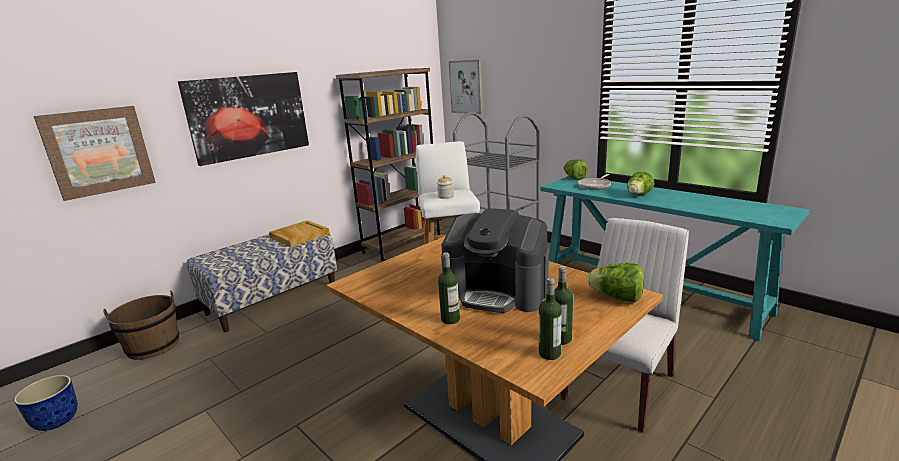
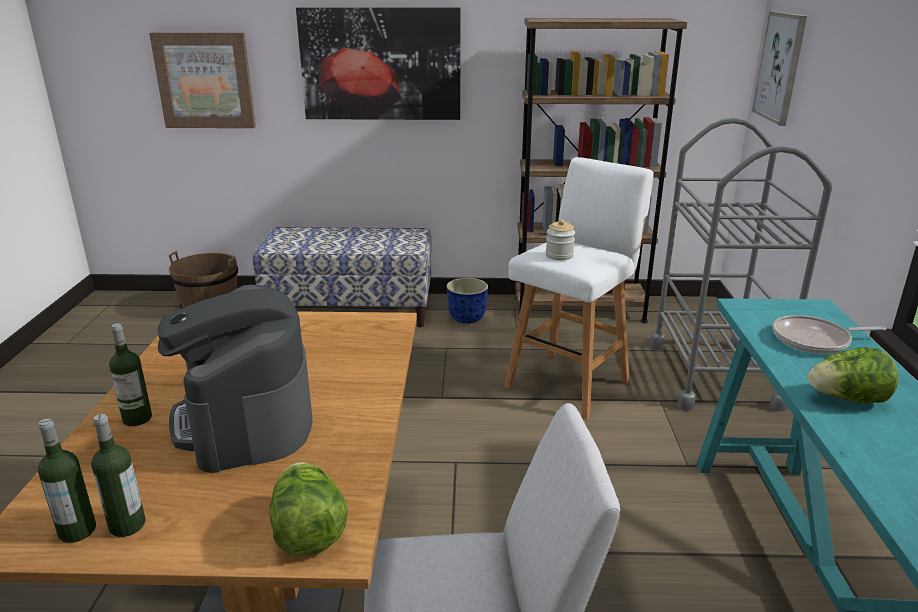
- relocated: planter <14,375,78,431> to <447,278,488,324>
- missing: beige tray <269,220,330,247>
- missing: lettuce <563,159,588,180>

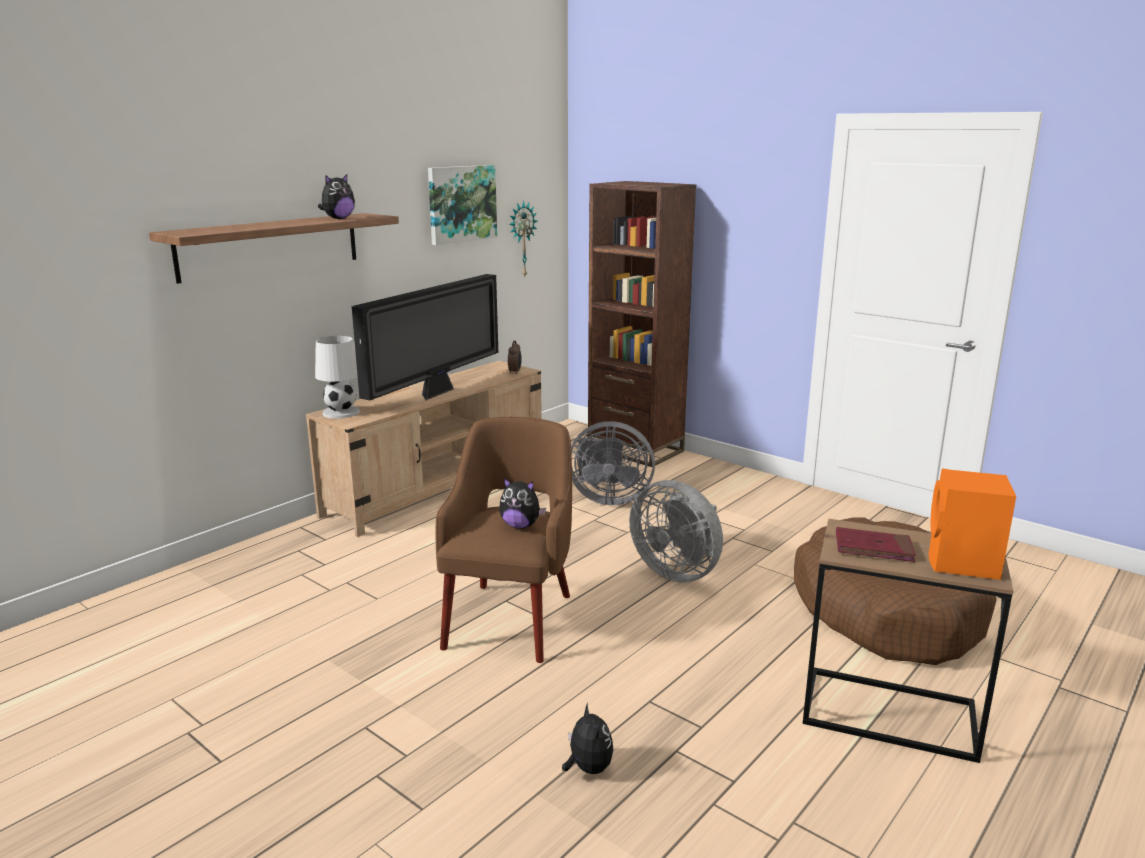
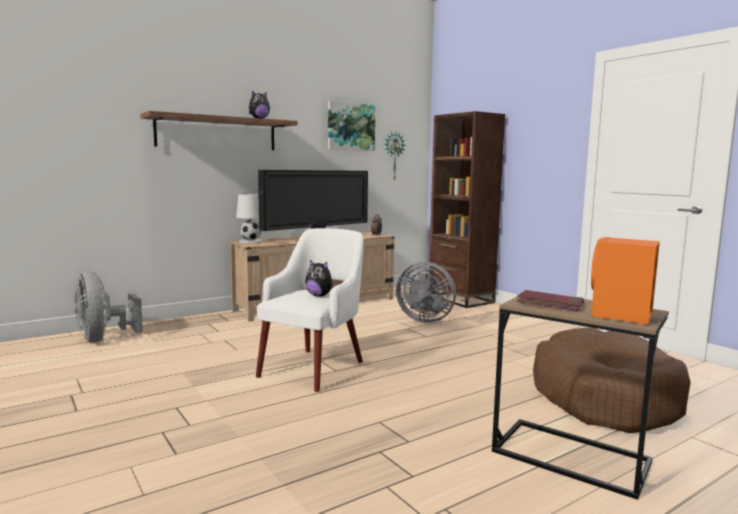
- colour: brown armchair <435,417,572,663> to white armchair <256,228,364,392>
- missing: plush toy <562,702,614,774>
- relocated: grey fan <629,480,723,583> to <74,271,143,342>

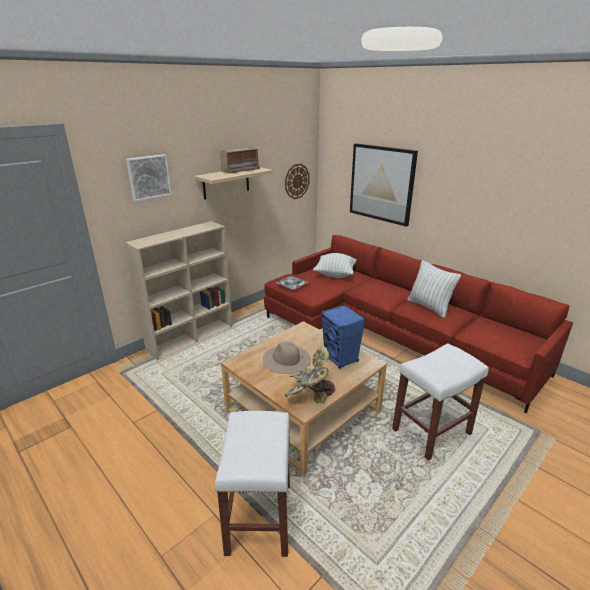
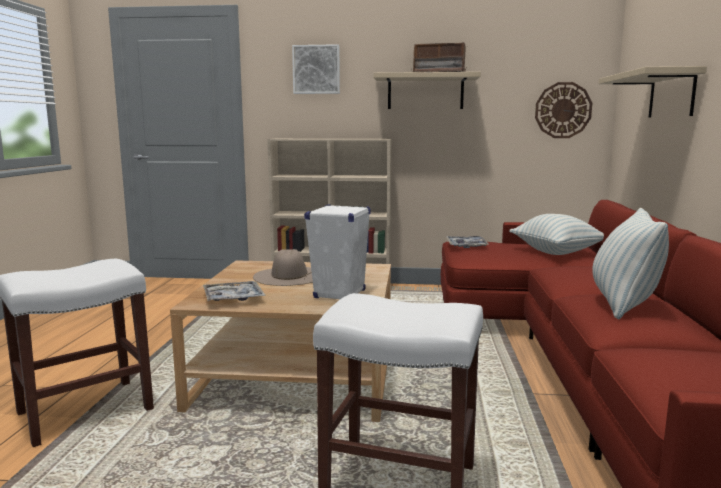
- exchanged: potted plant <285,347,335,403> to tray <203,281,266,301>
- colour: blue speaker <321,305,366,369> to white speaker <304,204,371,299>
- exchanged: picture <350,143,418,227> to beige shelf <599,66,707,117>

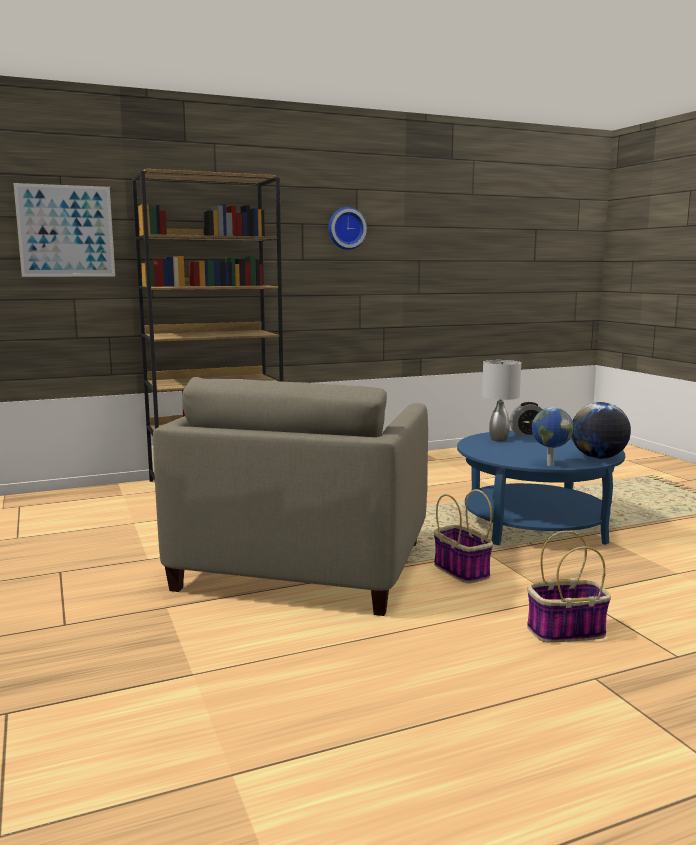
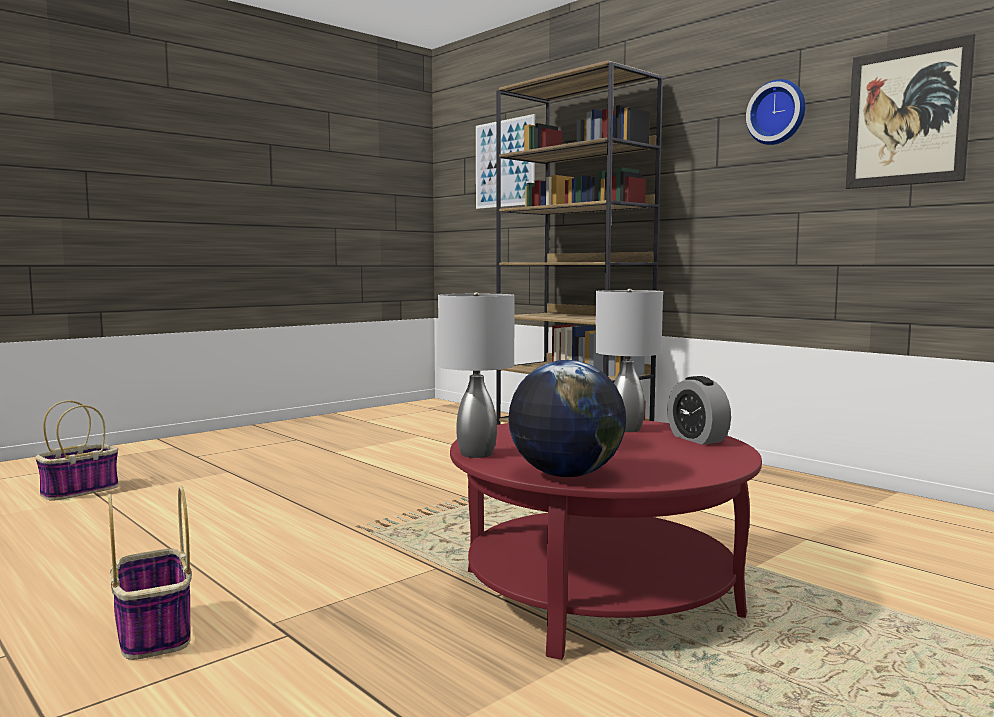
- missing: beige armchair <153,377,428,616>
- relocated: basket <434,489,493,583> to <35,400,119,501>
- colour: blue coffee table <457,430,625,545> to red coffee table <450,420,762,660>
- exchanged: globe <532,407,574,466> to grey table lamp <438,292,514,458>
- appeared: picture <846,34,975,189>

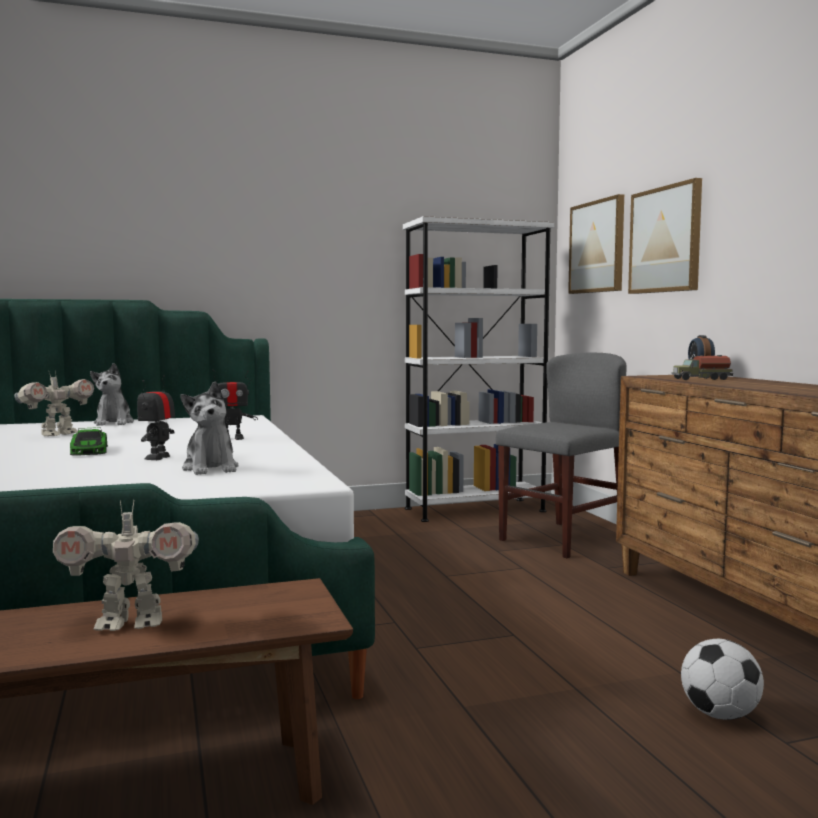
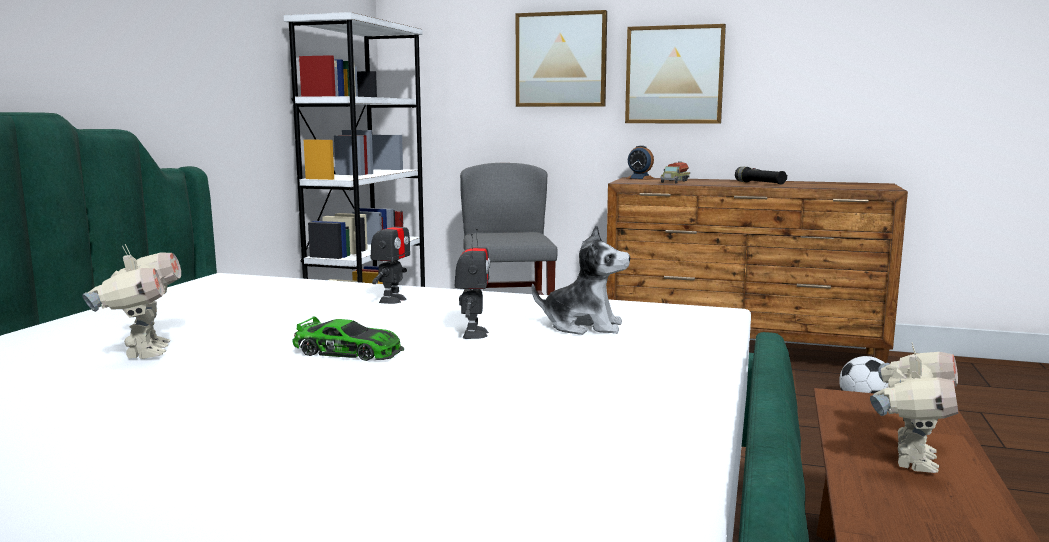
- missing: plush toy <90,363,134,426>
- spun: toy robot <137,375,175,460> = <454,228,490,339> 135 degrees counterclockwise
- relocated: picture <568,194,624,294> to <625,24,726,124>
- appeared: black flashlight <735,167,787,184>

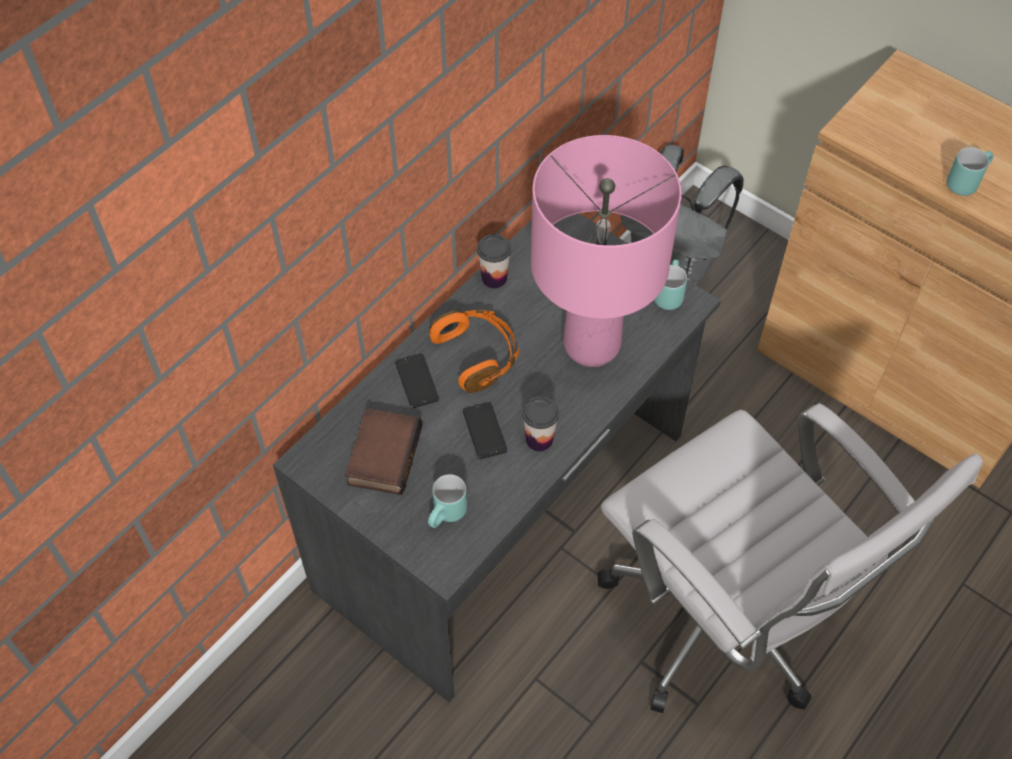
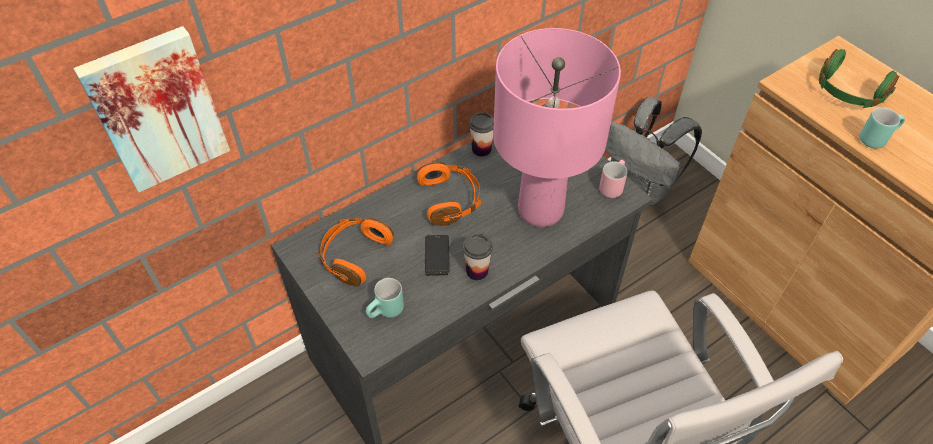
- exchanged: book <345,408,423,495> to orange headphones <317,218,393,287>
- missing: phone <395,354,439,408>
- colour: turquoise mug <654,260,687,310> to pink mug <599,160,628,198>
- appeared: picture <73,26,230,192>
- appeared: green headphones <819,49,899,108>

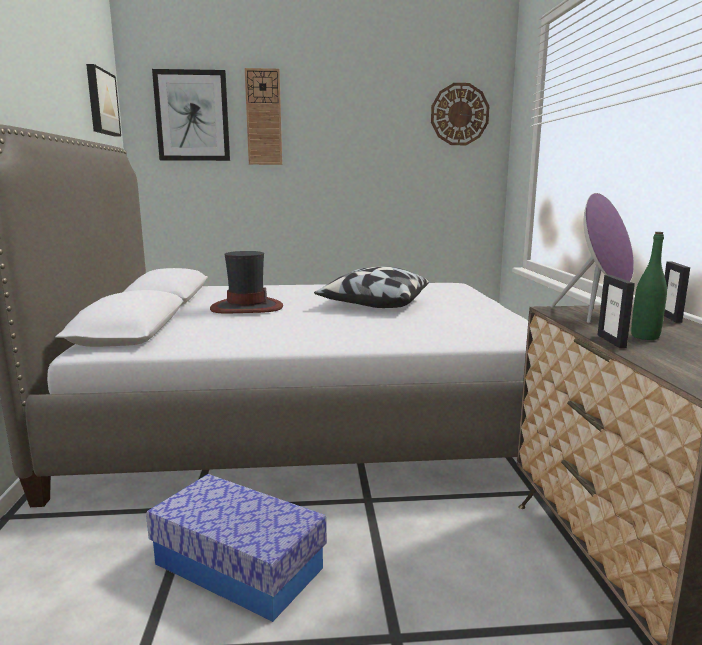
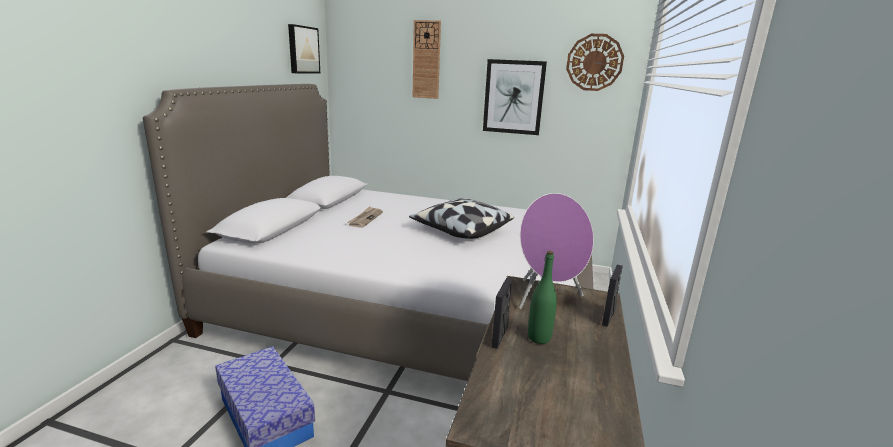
- relocated: picture <152,69,230,161> to <483,59,547,135>
- exchanged: hat <210,251,283,313> to newspaper <347,206,383,228>

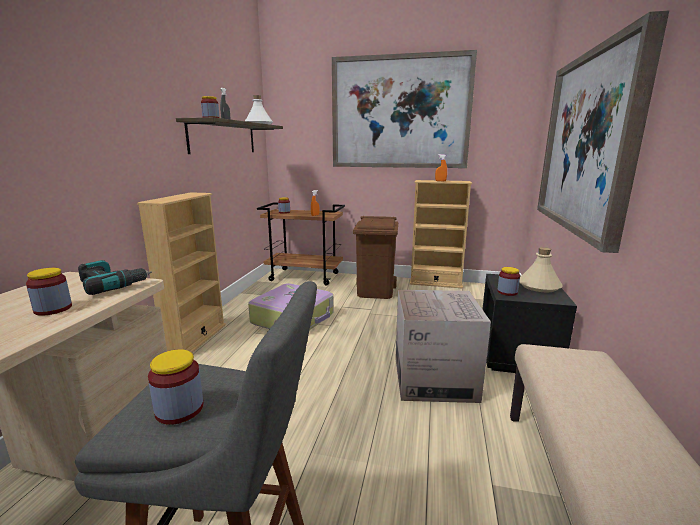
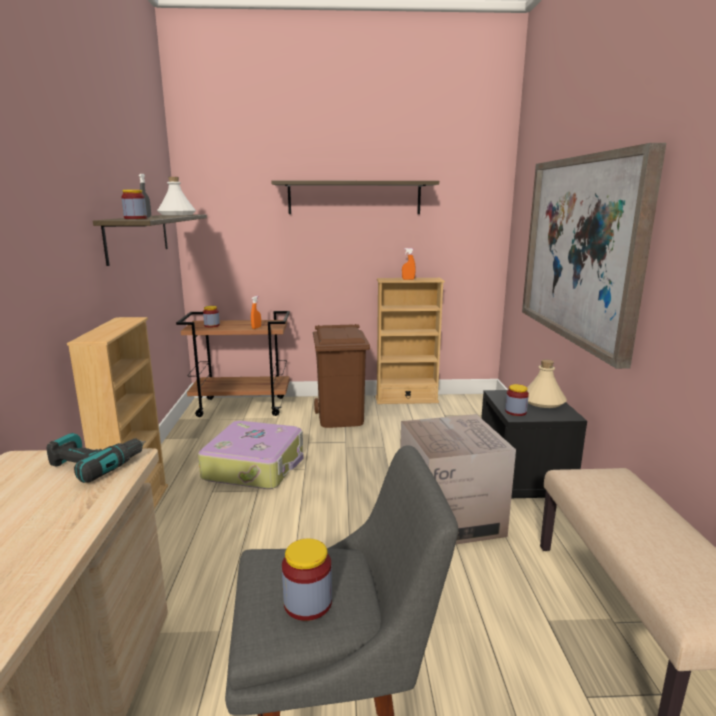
- missing: jar <26,268,72,316>
- exchanged: picture <332,50,477,168> to shelf <271,180,439,214>

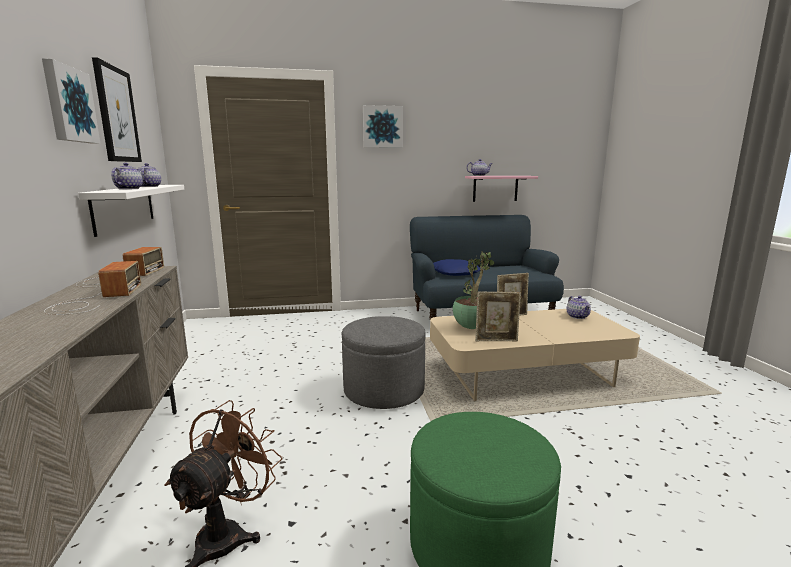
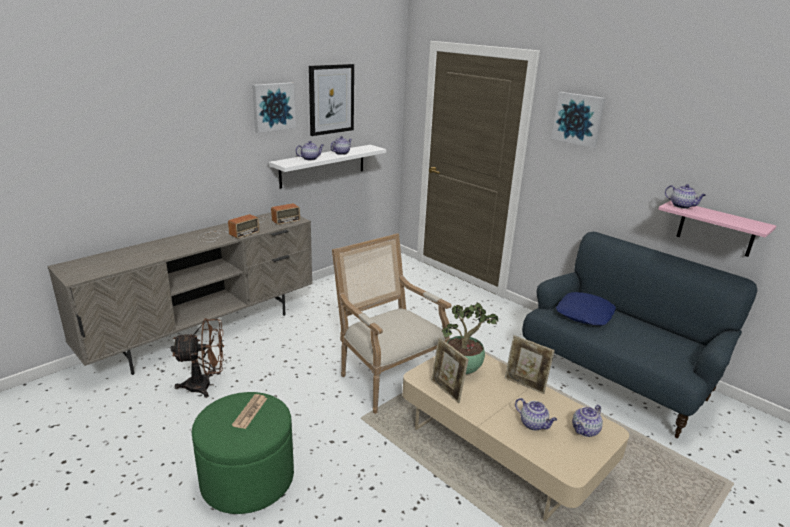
- exchanged: grey ottoman <342,316,426,409> to armchair <332,234,452,414>
- appeared: newspaper <232,394,267,429>
- appeared: teapot <515,398,557,431>

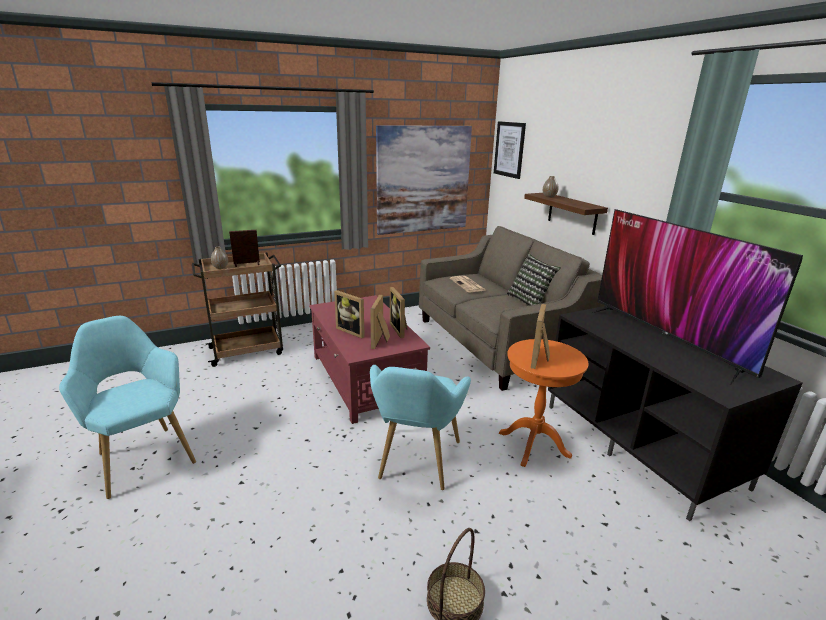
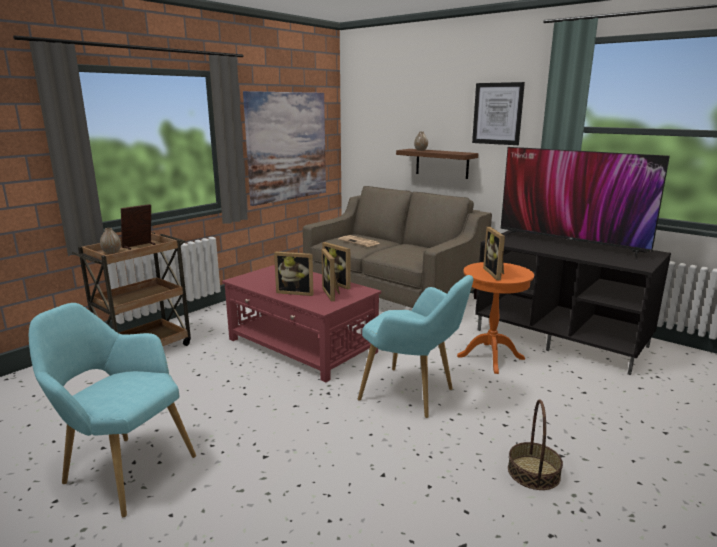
- spun: turquoise armchair <370,365,471,490> = <358,275,473,418> 45 degrees counterclockwise
- relocated: picture <494,121,526,179> to <472,82,525,145>
- missing: pillow <507,254,560,306>

